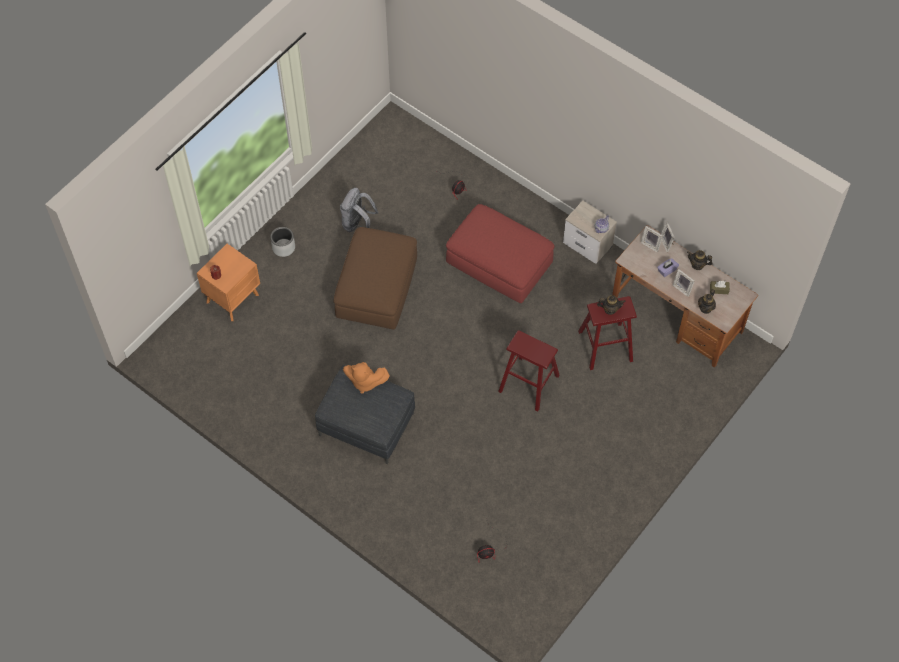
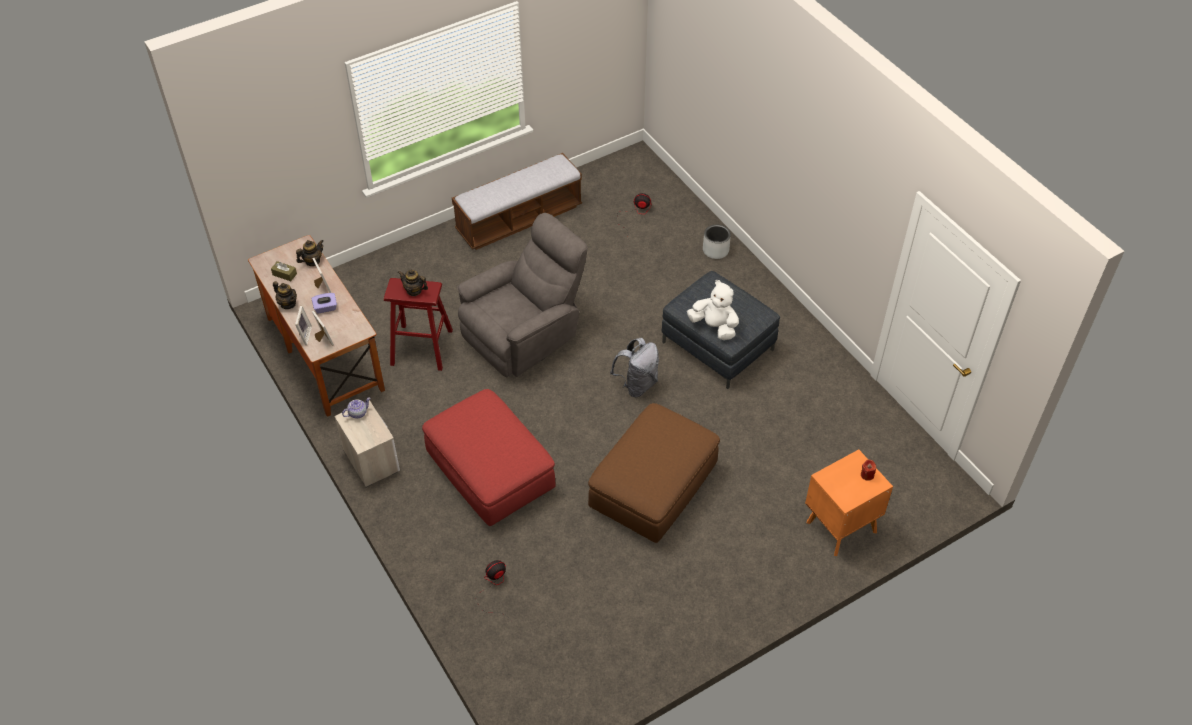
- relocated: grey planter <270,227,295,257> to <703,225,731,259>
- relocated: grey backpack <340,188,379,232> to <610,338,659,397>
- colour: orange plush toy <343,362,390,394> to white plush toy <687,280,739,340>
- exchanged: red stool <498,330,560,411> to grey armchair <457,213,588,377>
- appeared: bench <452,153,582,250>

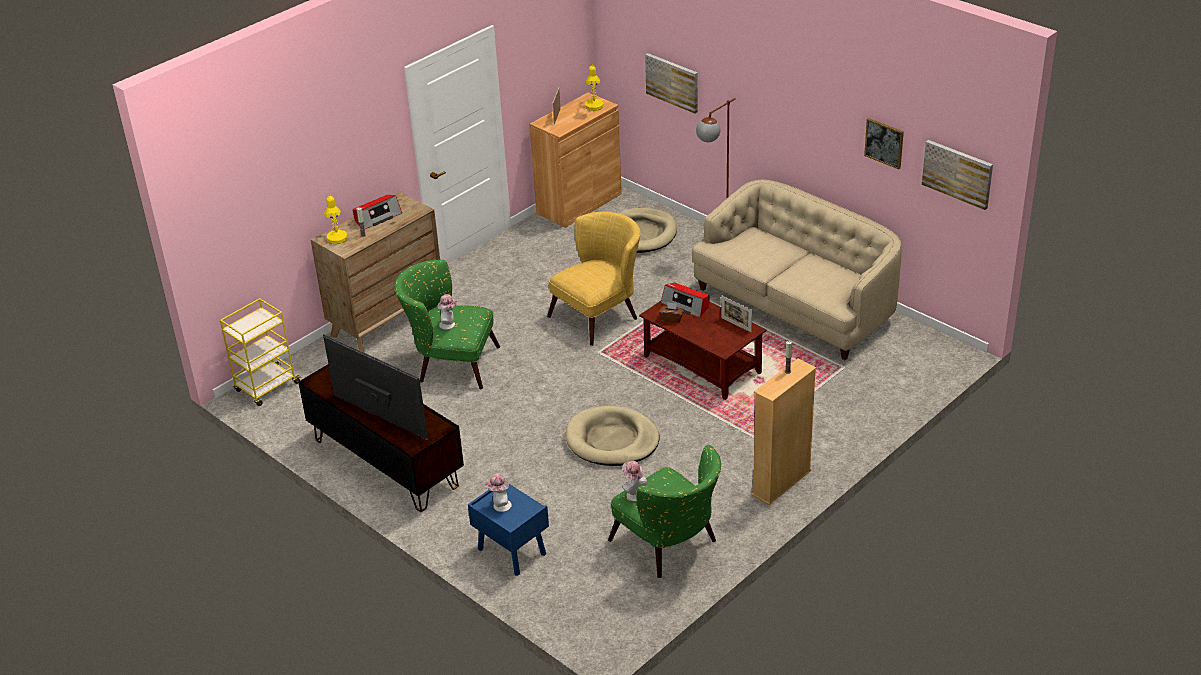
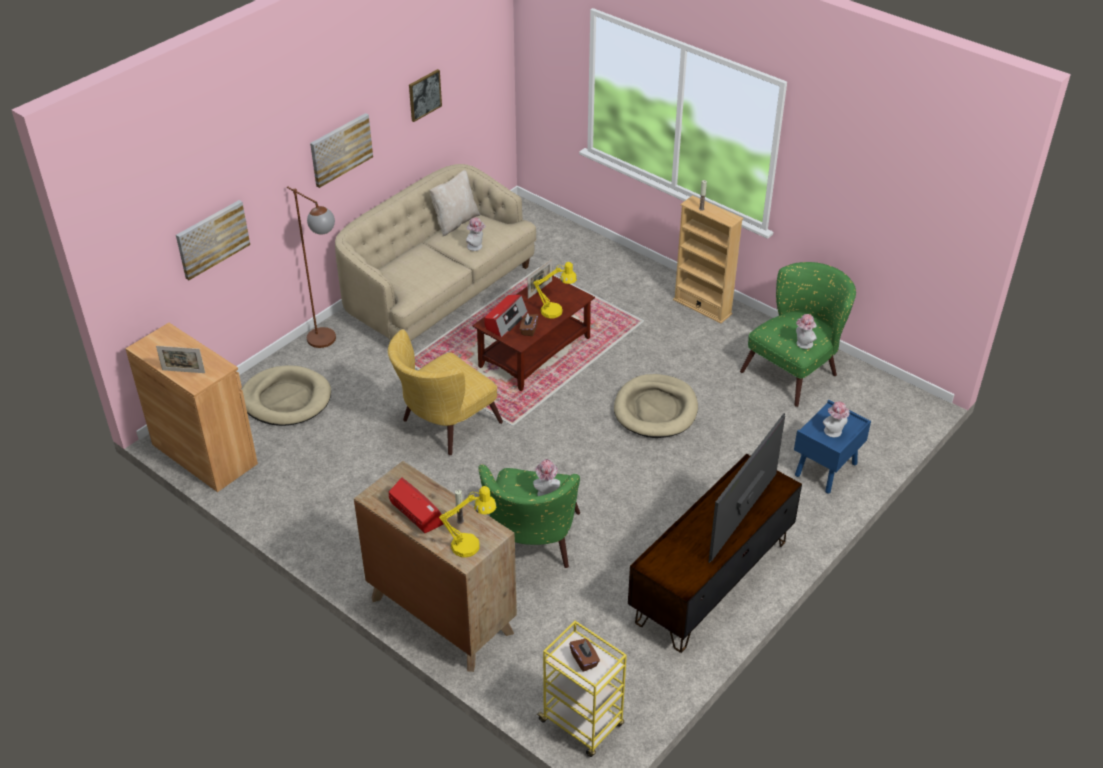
- spun: yellow armchair <547,212,640,346> = <388,329,503,455> 90 degrees counterclockwise
- relocated: yellow table lamp <585,64,604,111> to <533,262,577,318>
- relocated: picture <922,140,993,210> to <310,113,373,188>
- appeared: beige pillow <430,170,480,236>
- appeared: hat <466,217,486,251>
- appeared: brown tissue box <569,638,600,672>

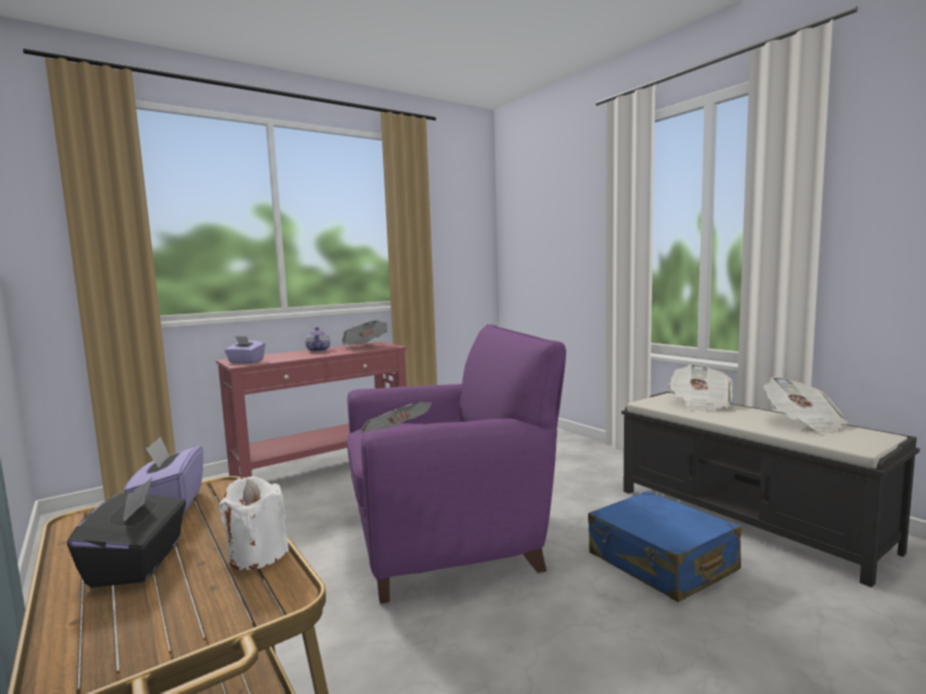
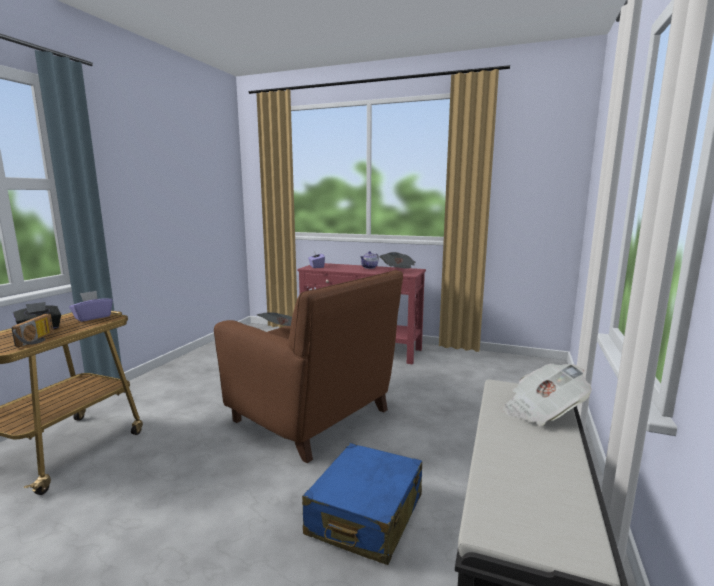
- exchanged: white candle <219,476,289,570> to radio <11,314,54,347>
- colour: purple armchair <347,324,566,604> to brown armchair <214,270,403,463>
- missing: newspaper <763,376,848,435>

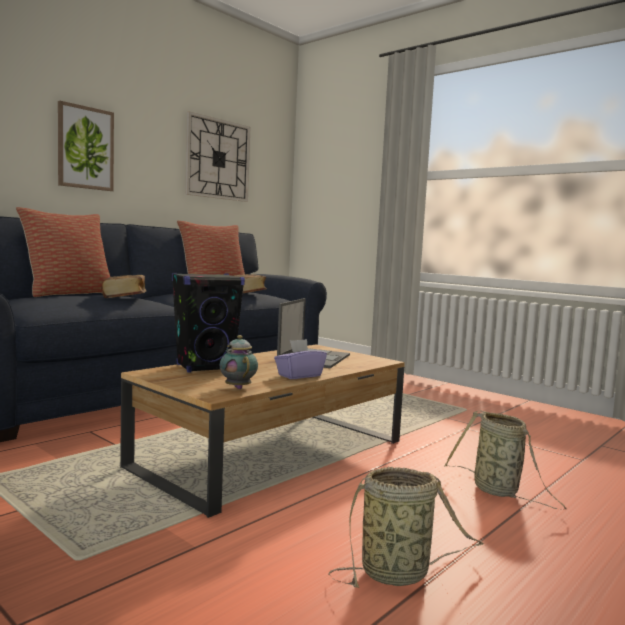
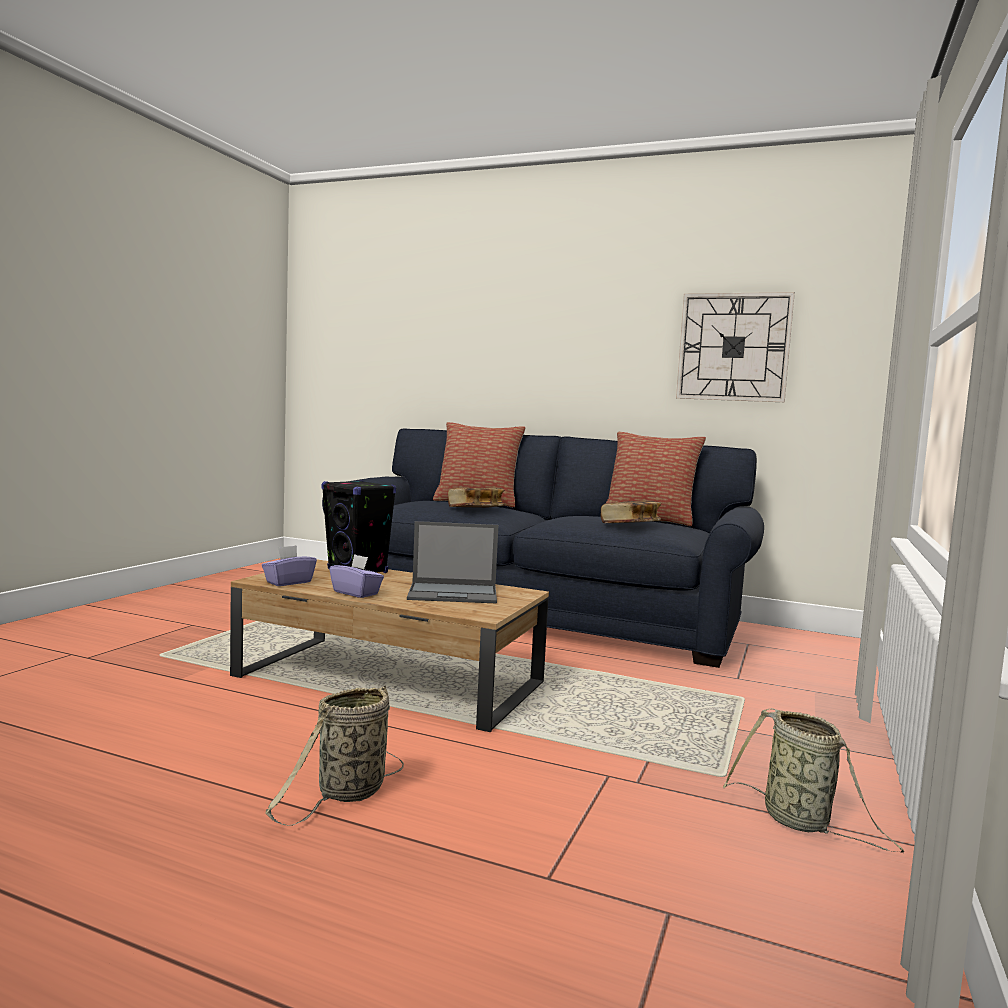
- missing: picture <58,101,114,191>
- exchanged: teapot <220,335,258,389> to purple tissue box <262,545,317,586>
- relocated: basket <328,467,484,588> to <723,708,905,853>

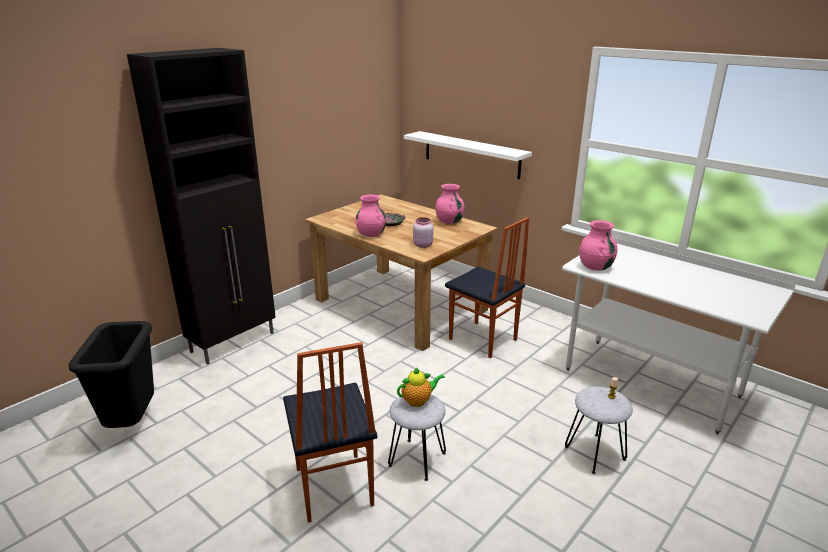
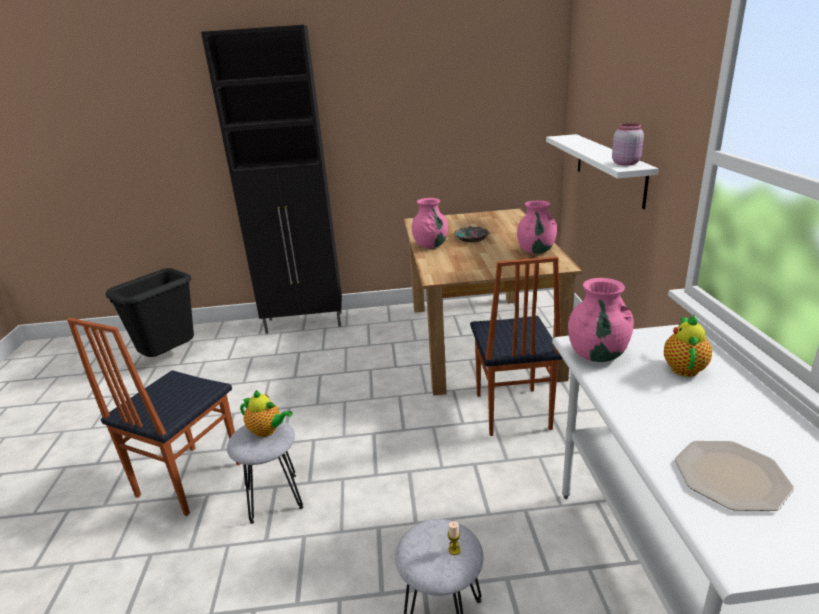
- relocated: pink jar <413,217,433,248> to <612,123,644,166>
- appeared: teapot <664,315,712,377>
- appeared: plate <675,441,794,511>

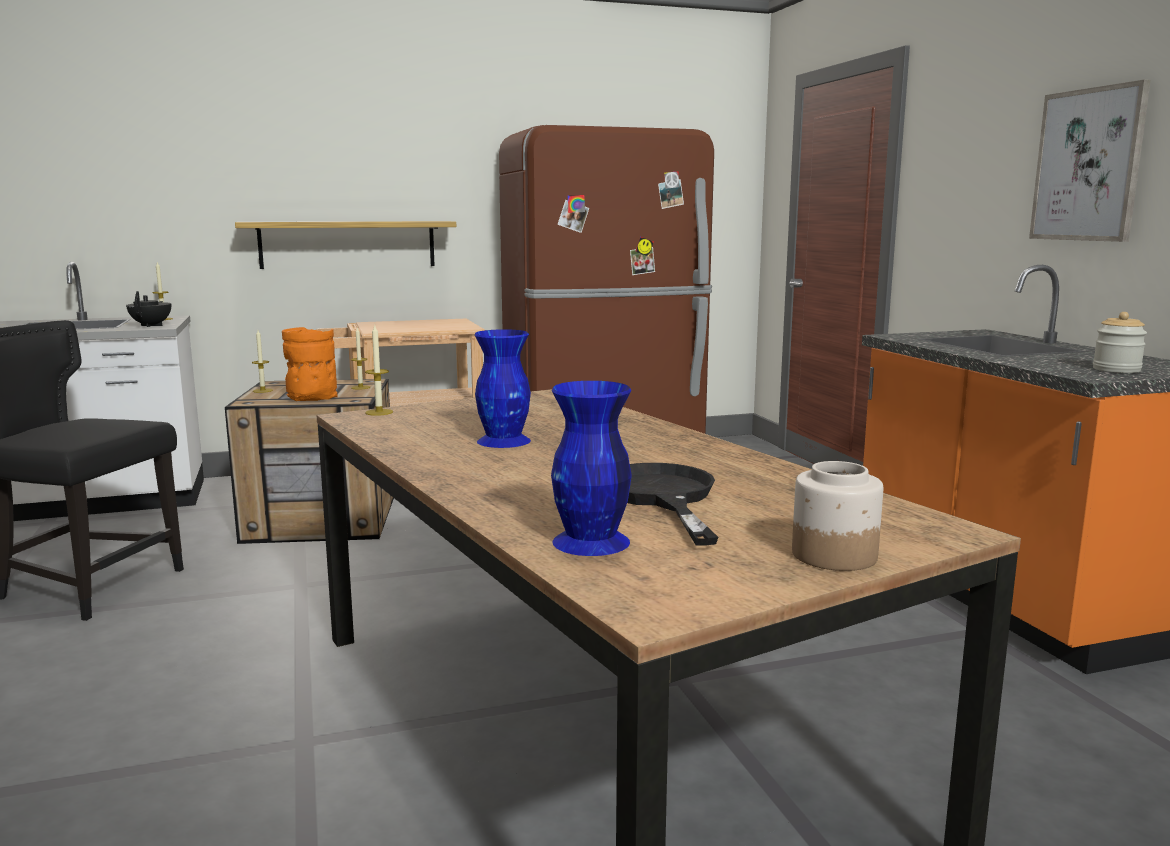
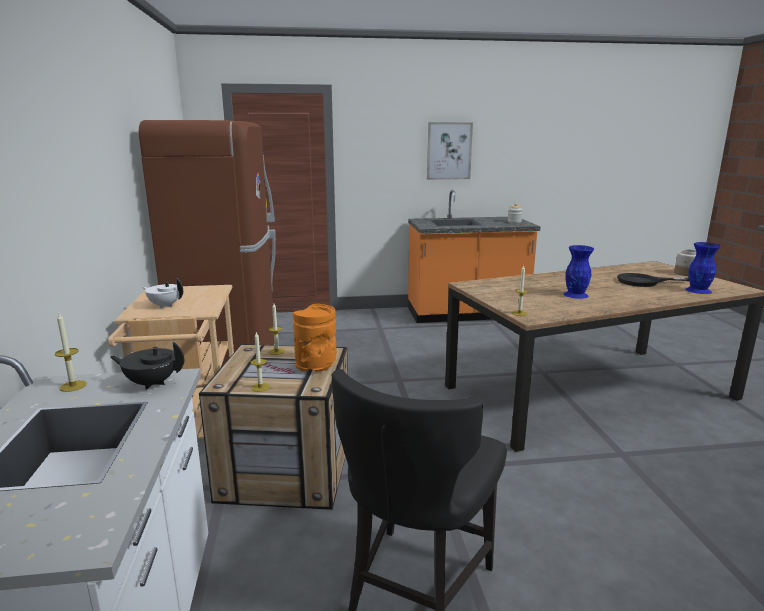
- missing: shelf <235,221,456,269>
- appeared: white teapot <142,279,183,308>

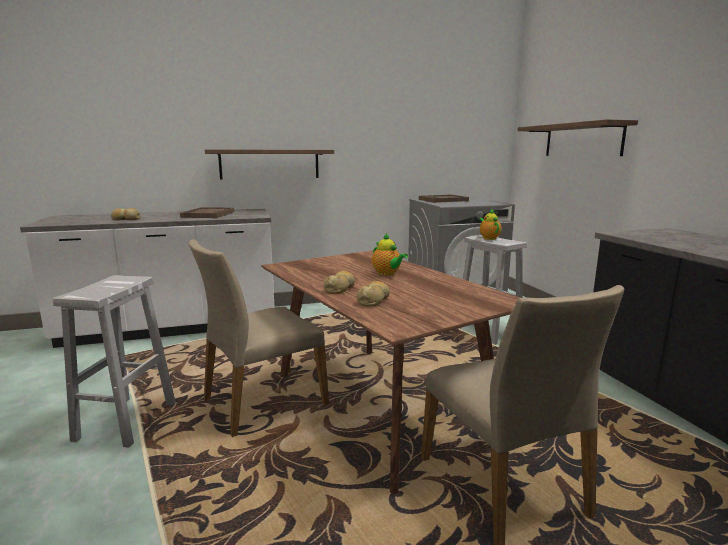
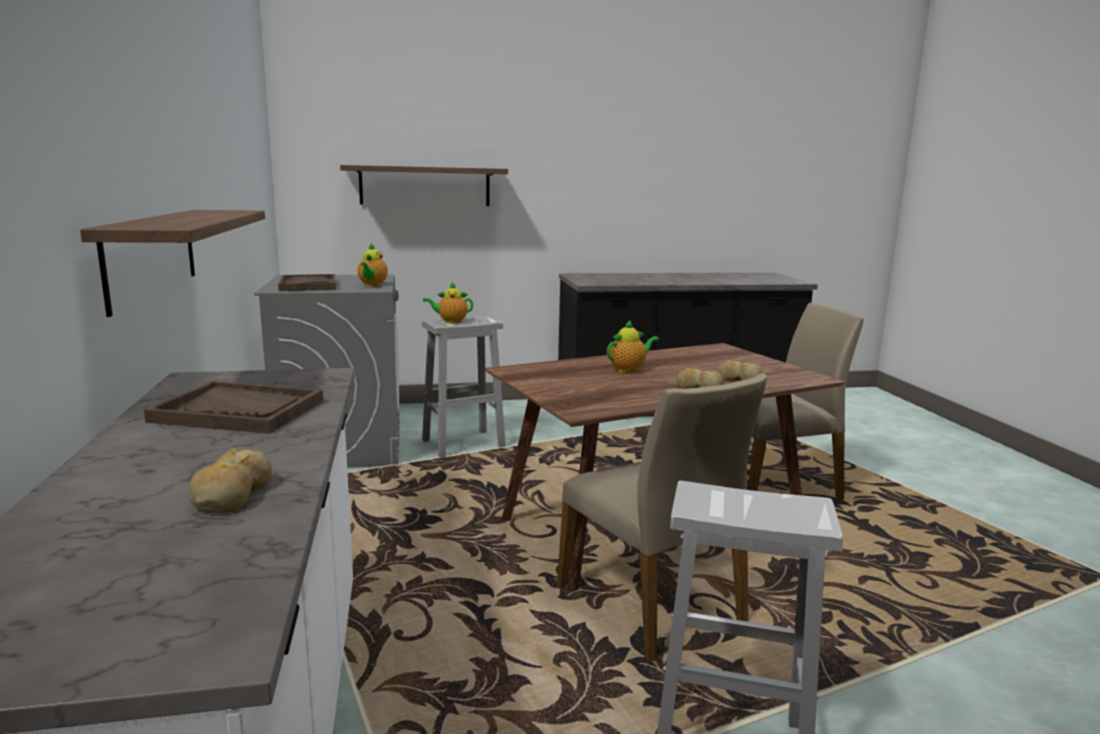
- appeared: teapot <358,243,388,286>

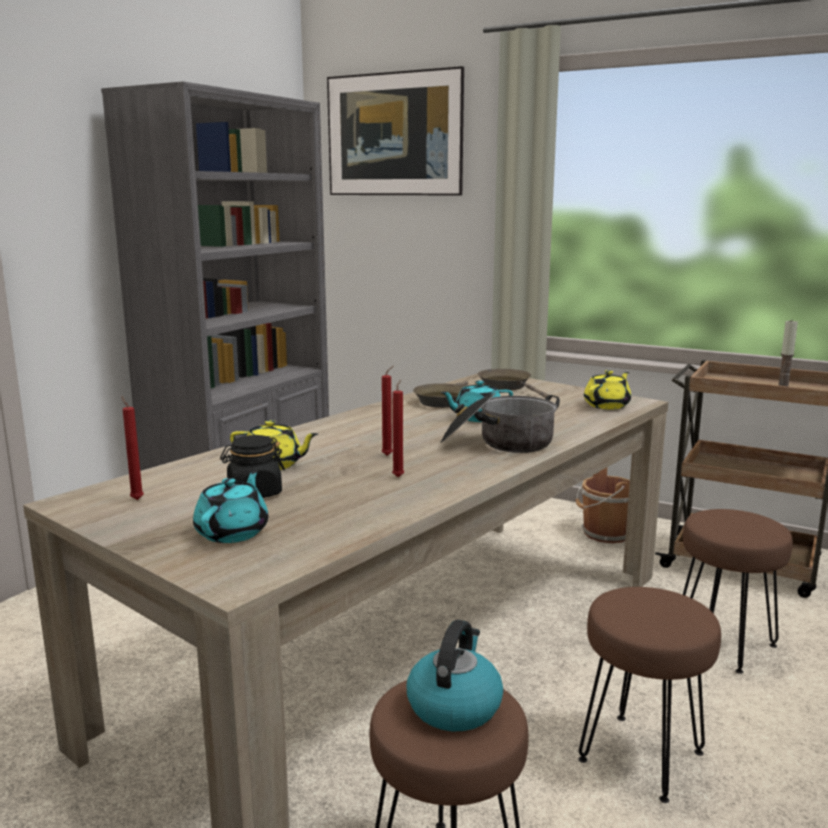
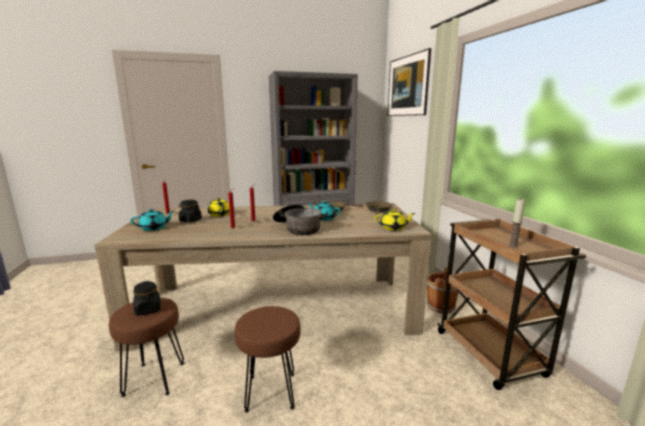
- exchanged: kettle <407,620,503,731> to black jar <133,281,161,316>
- missing: brown stool <683,509,793,674>

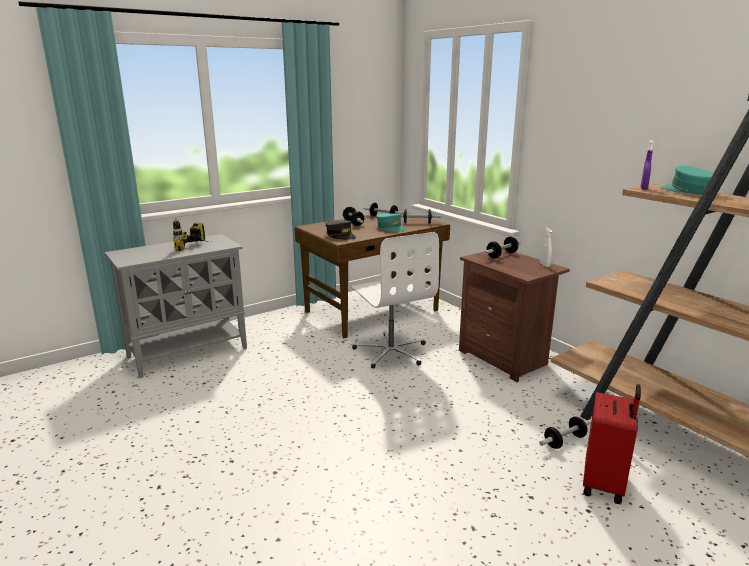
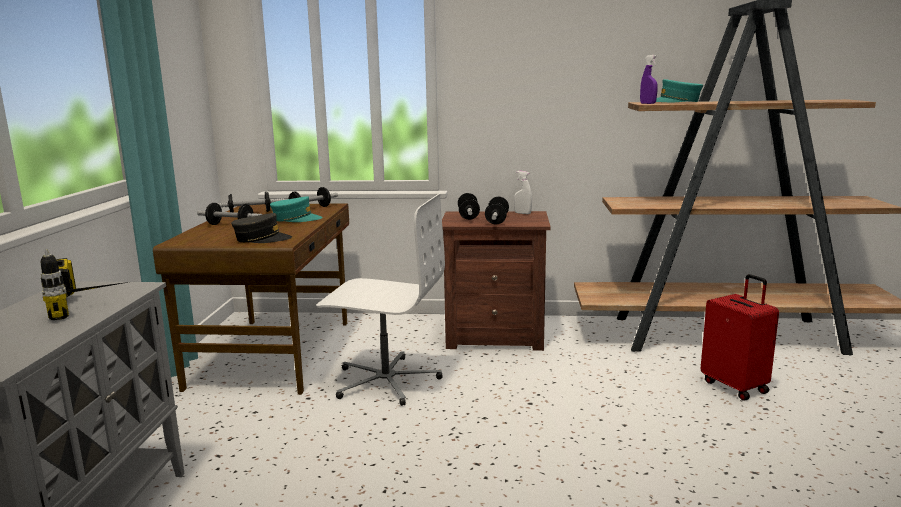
- relocated: dumbbell <539,416,591,449> to <485,196,509,225>

